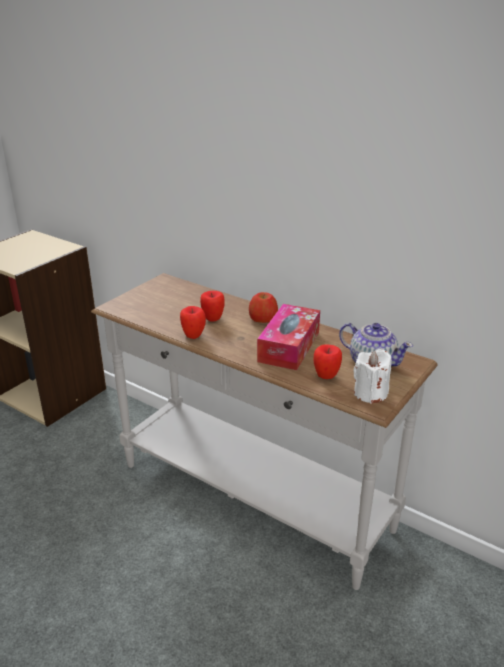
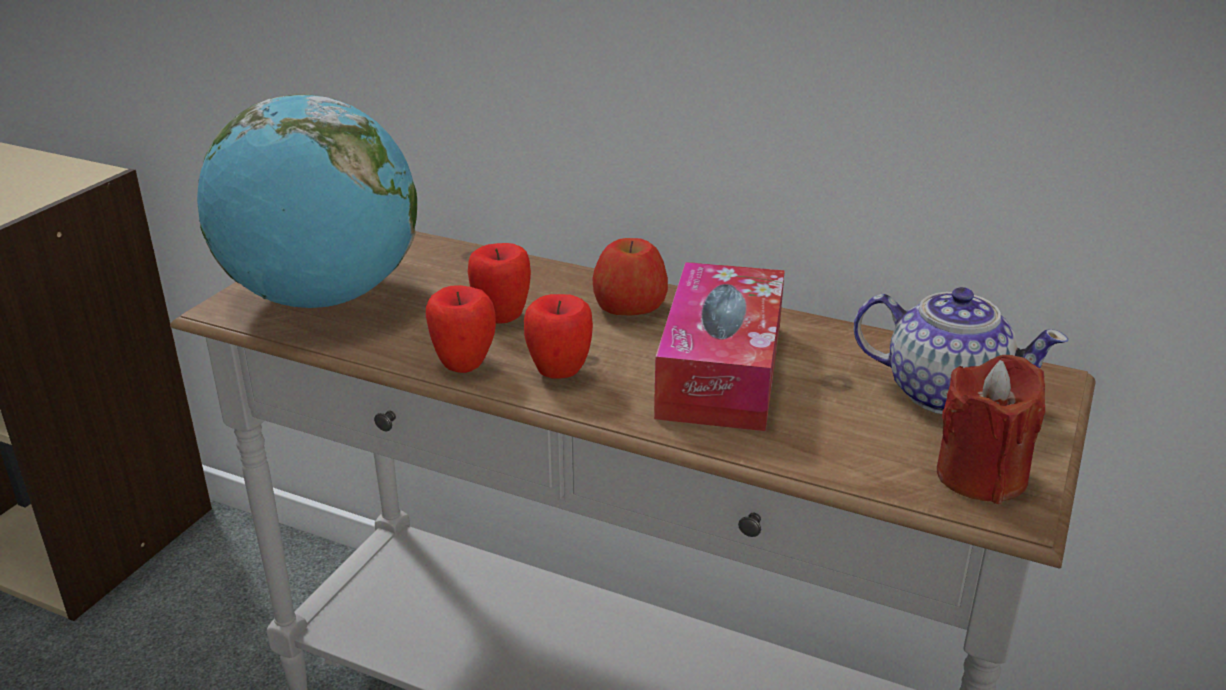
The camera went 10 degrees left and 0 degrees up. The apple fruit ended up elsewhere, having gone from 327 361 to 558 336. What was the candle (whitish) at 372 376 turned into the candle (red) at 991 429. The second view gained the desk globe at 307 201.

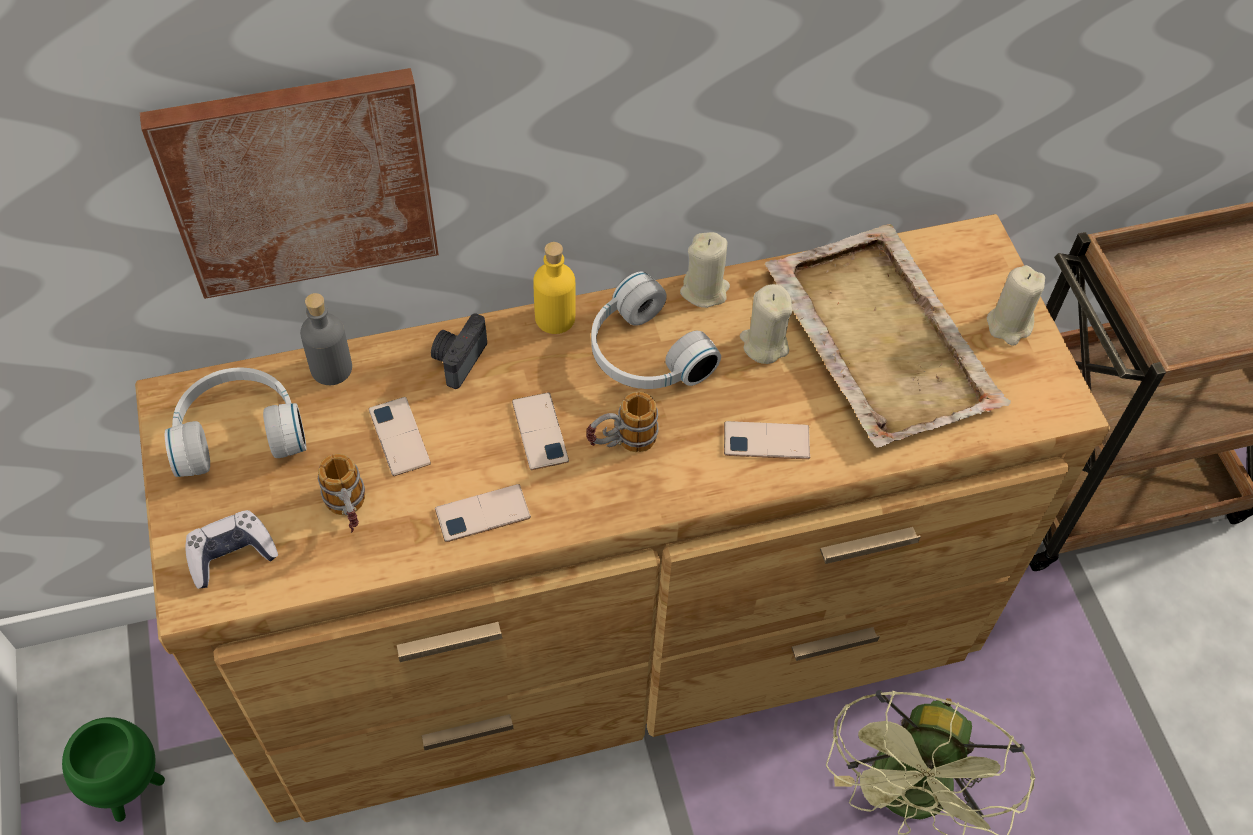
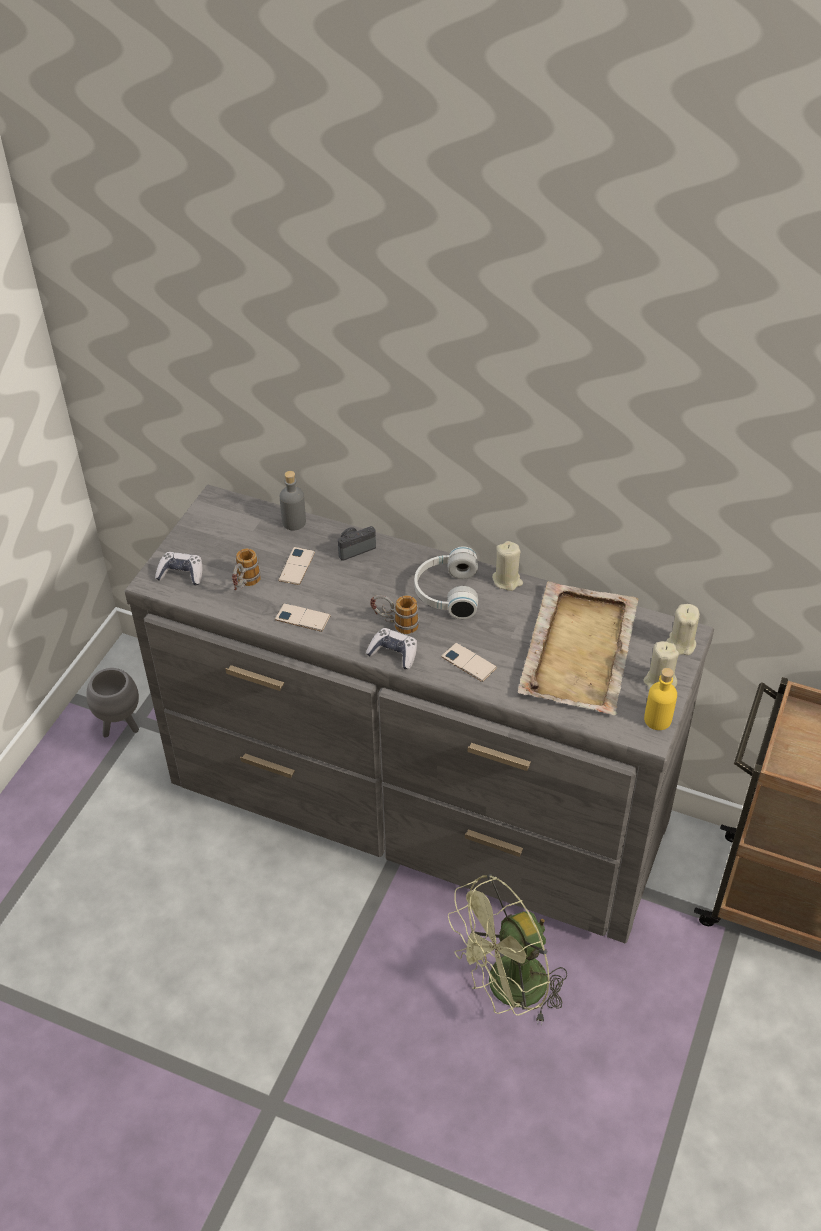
The camera went 40 degrees right and 10 degrees down. What was the plant pot (green) at 113 769 turned into the plant pot (gray) at 112 702. What was the drawer chest (brown-coloured) at 622 518 turned into the drawer chest (gray) at 419 714. The second view lost the wall art at 289 183. The second view lost the headset (whitish) at 236 422. The second view lost the handset at 540 431. The bottle (yellow) ended up elsewhere, having gone from 554 288 to 660 699. The candle (beige) ended up elsewhere, having gone from 766 324 to 683 629. The second view gained the joypad at 391 648.

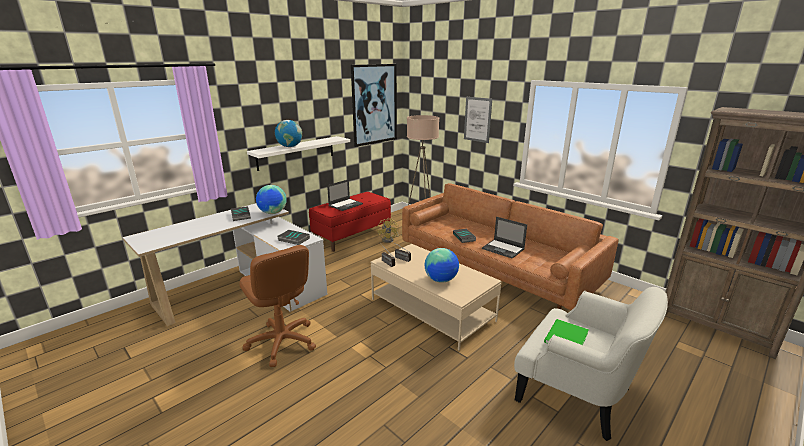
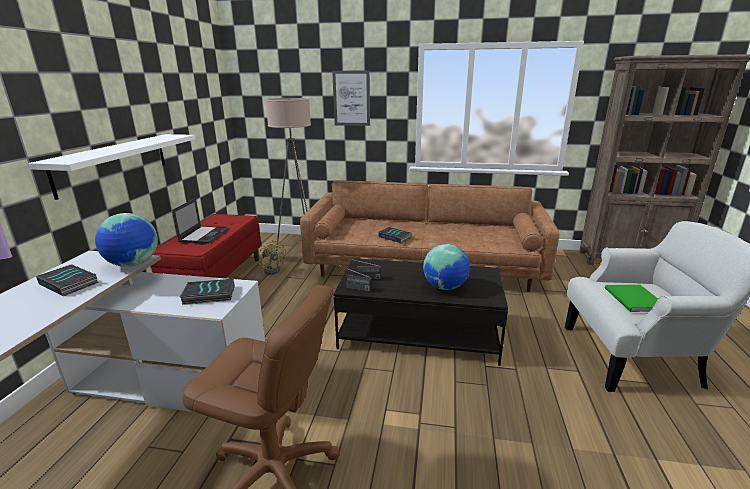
The camera went 35 degrees left and 0 degrees up. The second view lost the desk globe at 288 133. The second view lost the wall art at 374 105. What was the coffee table (beige) at 436 297 turned into the coffee table (black) at 421 312. The second view lost the laptop at 504 238.

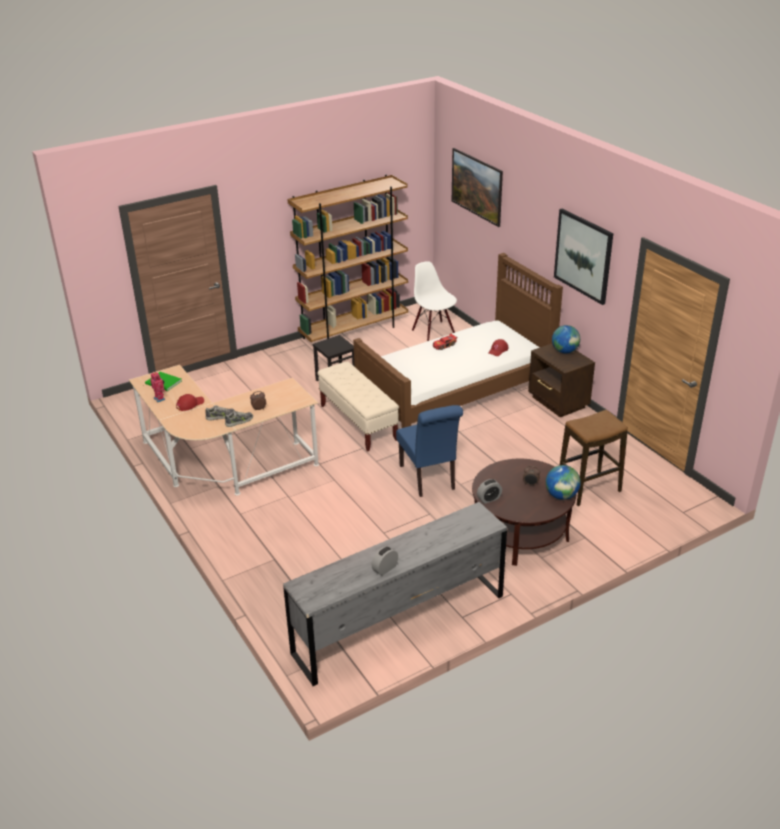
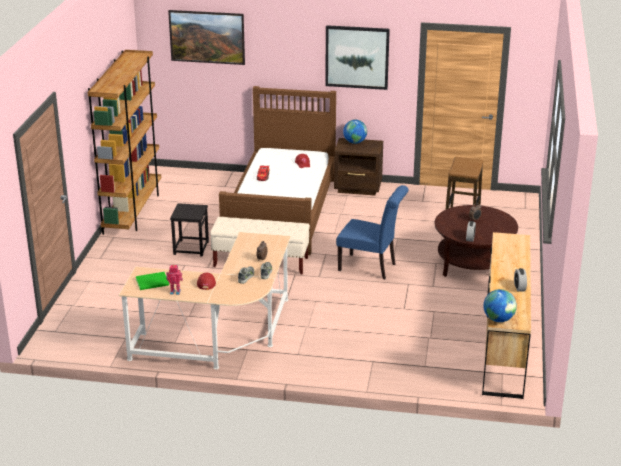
The camera went 50 degrees left and 5 degrees down. What was the drawer chest (gray) at 395 594 turned into the drawer chest (brown-coloured) at 506 315. The second view lost the chair (whitish) at 434 301. The desk globe ended up elsewhere, having gone from 563 482 to 500 305.

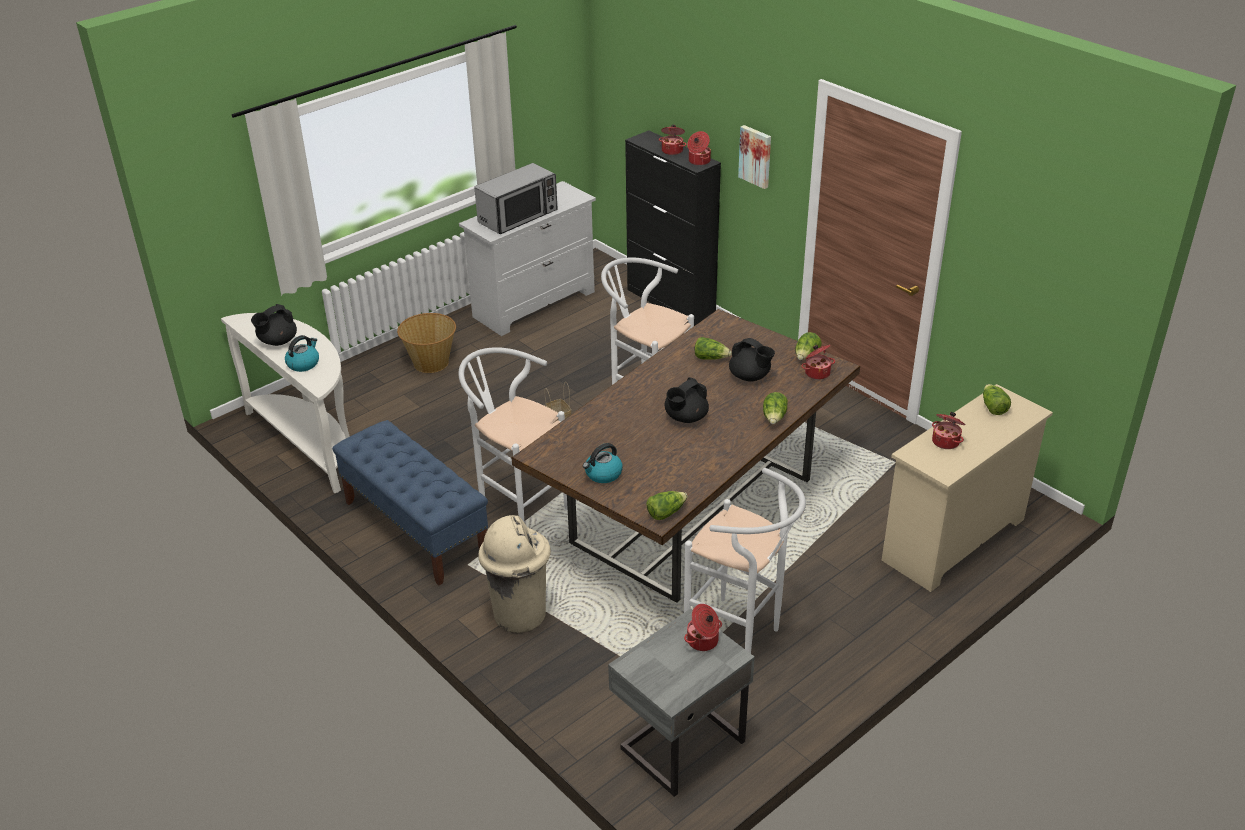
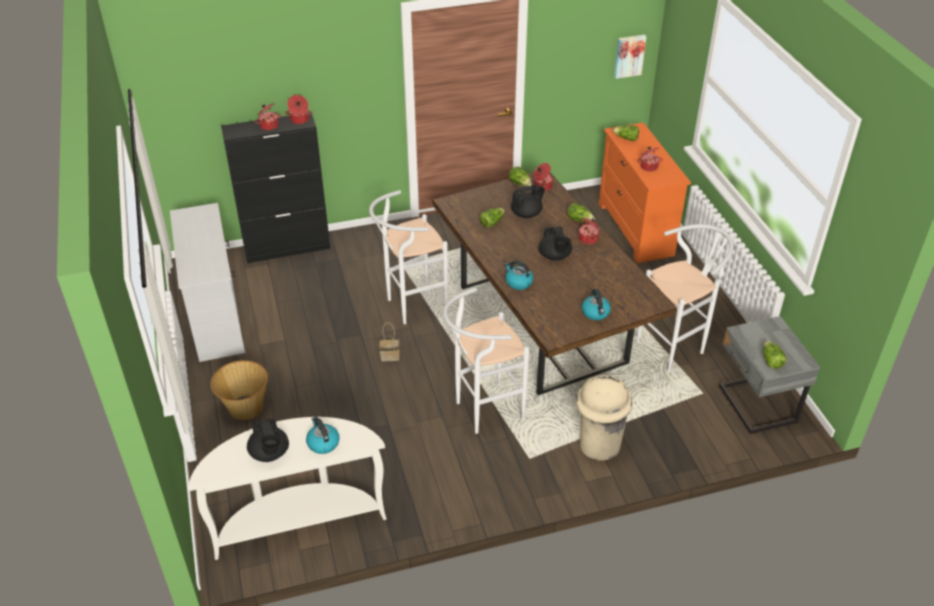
The camera went 65 degrees left and 5 degrees up. The second view lost the long seat (bluish) at 410 502. The second view lost the kitchen microwave at 516 198. The lettuce head ended up elsewhere, having gone from 667 505 to 774 355. The cooking pot ended up elsewhere, having gone from 703 627 to 589 230. The wall art ended up elsewhere, having gone from 754 157 to 630 57. What was the drawer chest (beige) at 967 488 turned into the drawer chest (orange) at 645 193. The second view gained the tea kettle at 518 275.

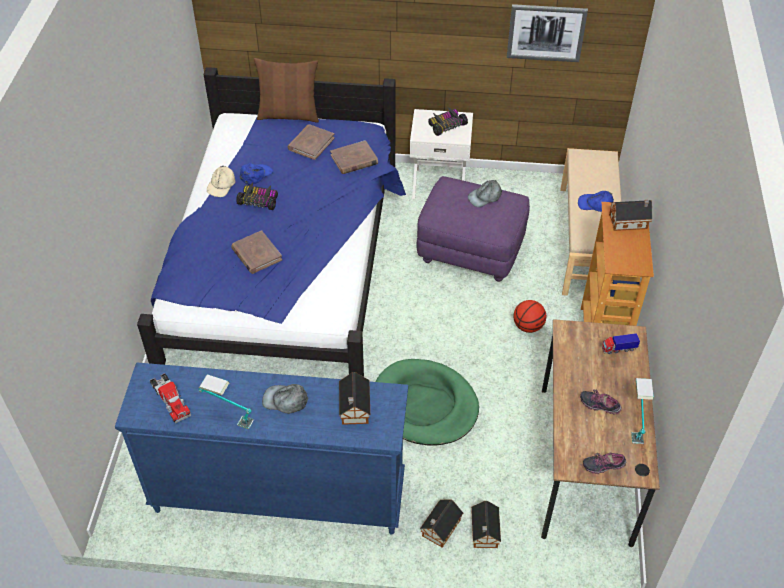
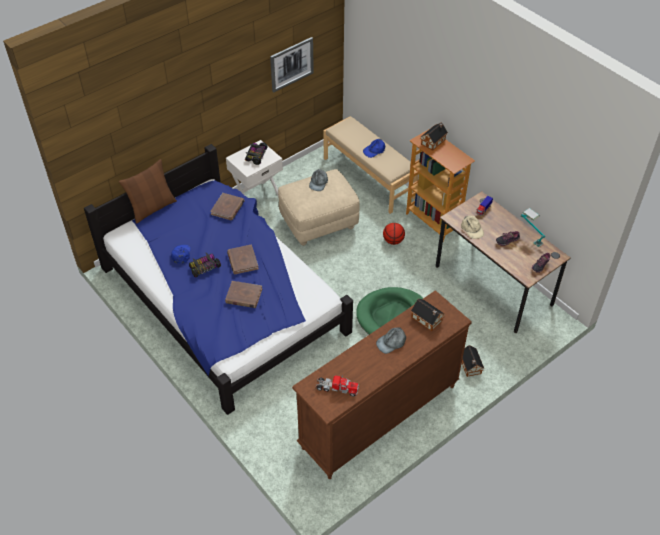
The camera went 45 degrees left and 0 degrees up. What was the drawer chest (bluish) at 261 448 turned into the drawer chest (brown-coloured) at 382 384. The second view lost the table lamp at 226 401. The peaked cap (beige) ended up elsewhere, having gone from 221 181 to 472 227. The bound book (brown-coloured) ended up elsewhere, having gone from 311 142 to 243 259. What was the footrest (purplish) at 473 229 turned into the footrest (beige) at 319 207. The second view lost the model house at 486 524.

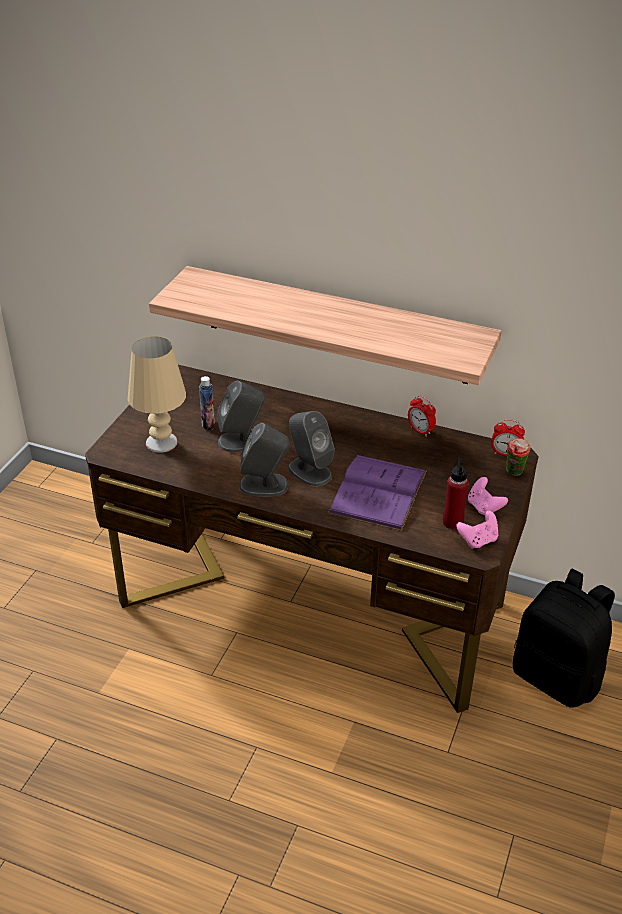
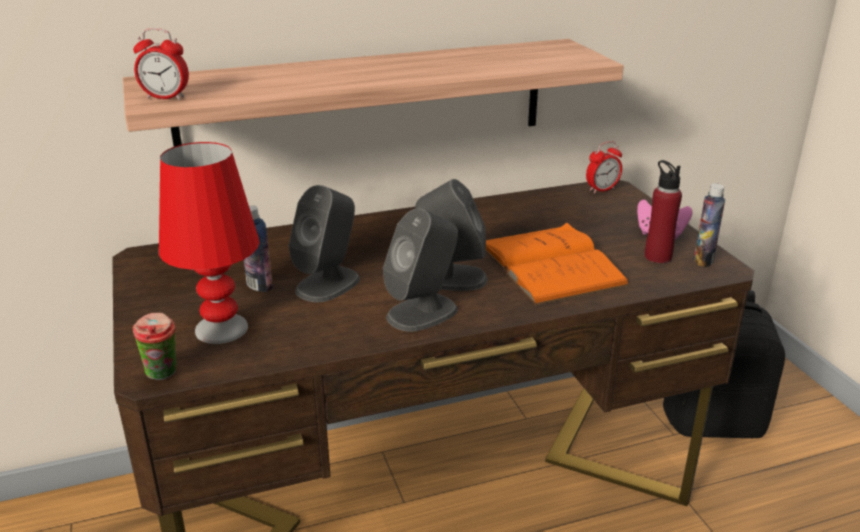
The camera went 40 degrees left and 10 degrees down. What was the table lamp (beige) at 157 394 turned into the table lamp (red) at 209 243. What was the bound book (purplish) at 377 493 turned into the bound book (orange) at 558 264. The alarm clock ended up elsewhere, having gone from 422 415 to 161 64. Where the joypad (pinkish) stood at 477 530, the bottle came to stand at 709 225. The cup ended up elsewhere, having gone from 518 457 to 155 346.

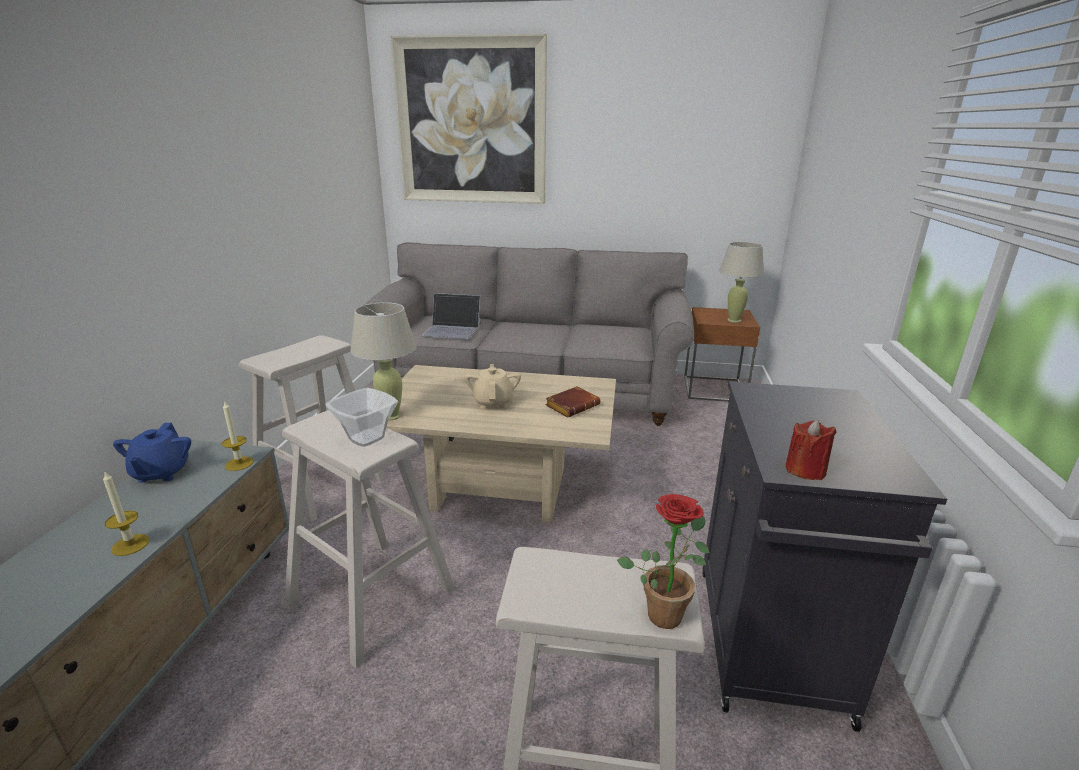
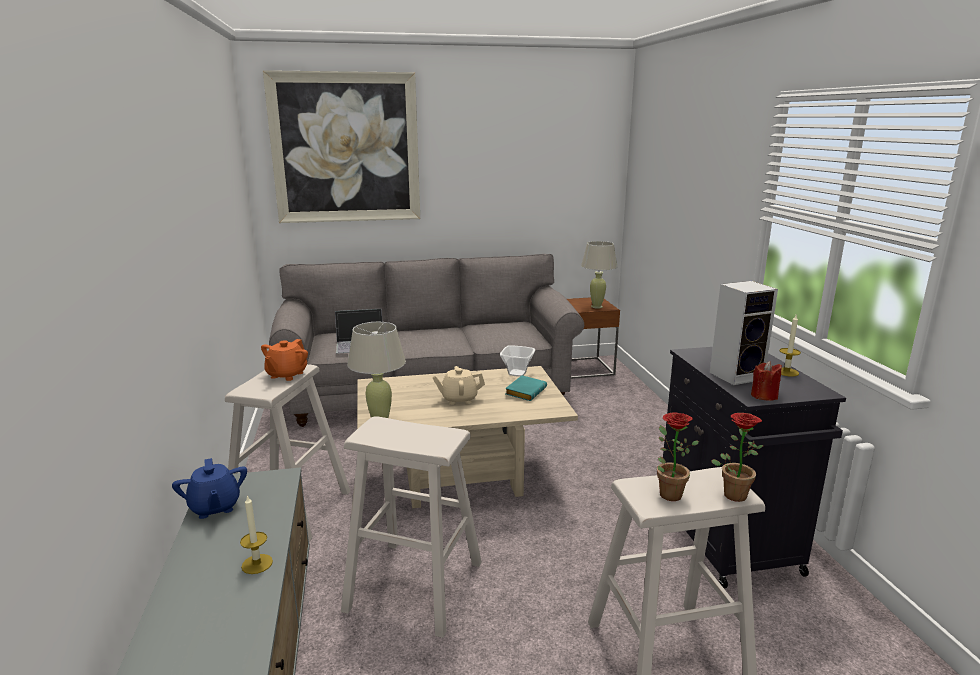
The camera went 20 degrees left and 5 degrees down. The candle ended up elsewhere, having gone from 238 435 to 790 346. The serving bowl ended up elsewhere, having gone from 361 417 to 517 361. The tea pot (beige) at 492 386 ended up facing another way, 75 degrees counterclockwise from before. What was the bound book (brown-coloured) at 572 402 turned into the bound book (blue-green) at 526 388. The second view gained the tea pot (orange) at 284 360. The second view gained the potted plant at 678 456. The second view gained the loudspeaker at 744 333.

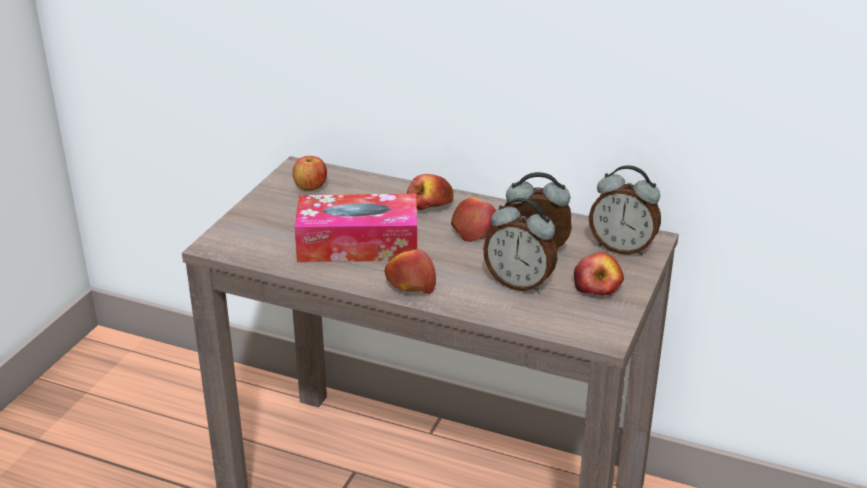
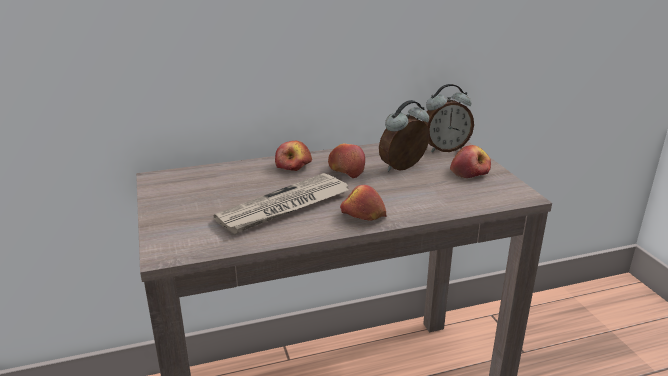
The camera went 40 degrees left and 5 degrees down. The second view lost the apple fruit at 310 173. Where the tissue box stood at 355 228, the newspaper came to stand at 281 203. The second view lost the alarm clock at 520 245.

